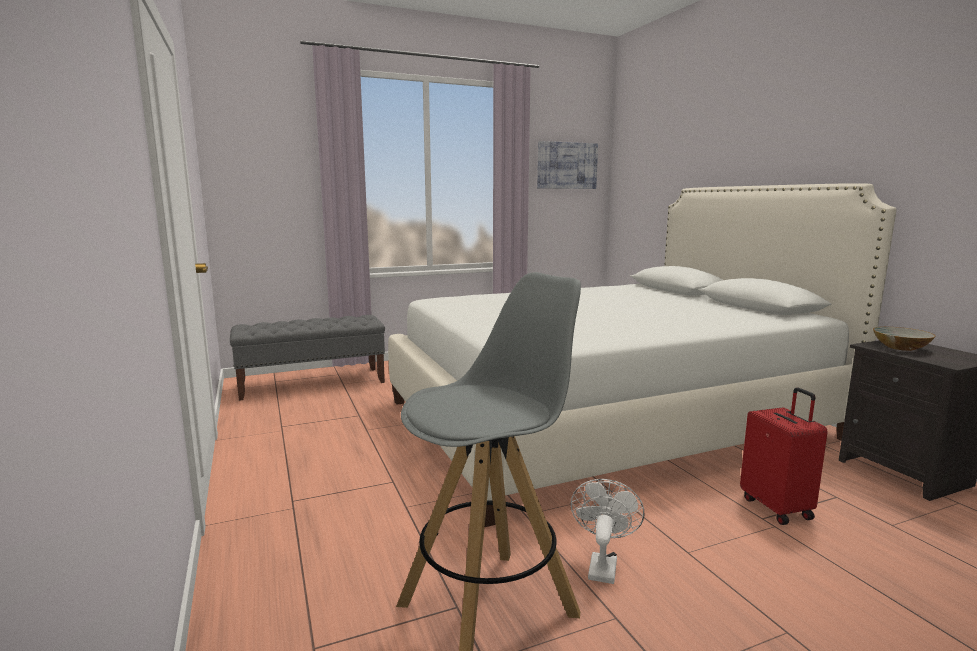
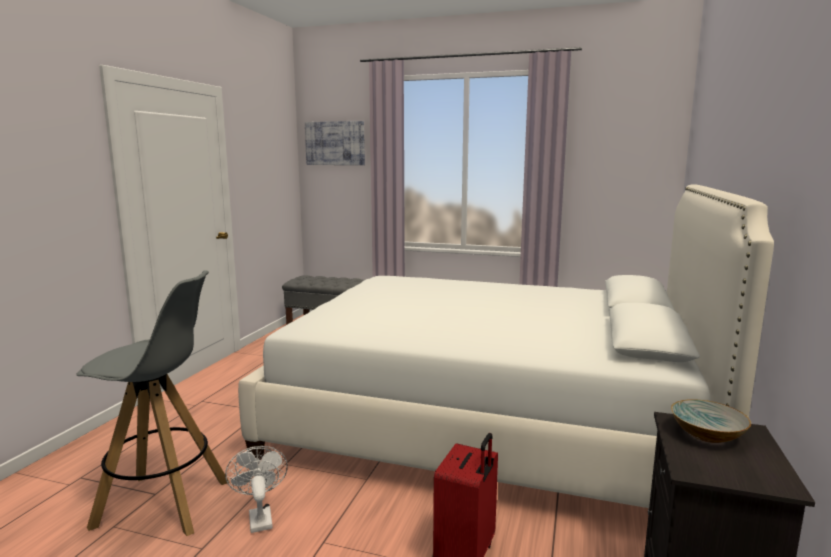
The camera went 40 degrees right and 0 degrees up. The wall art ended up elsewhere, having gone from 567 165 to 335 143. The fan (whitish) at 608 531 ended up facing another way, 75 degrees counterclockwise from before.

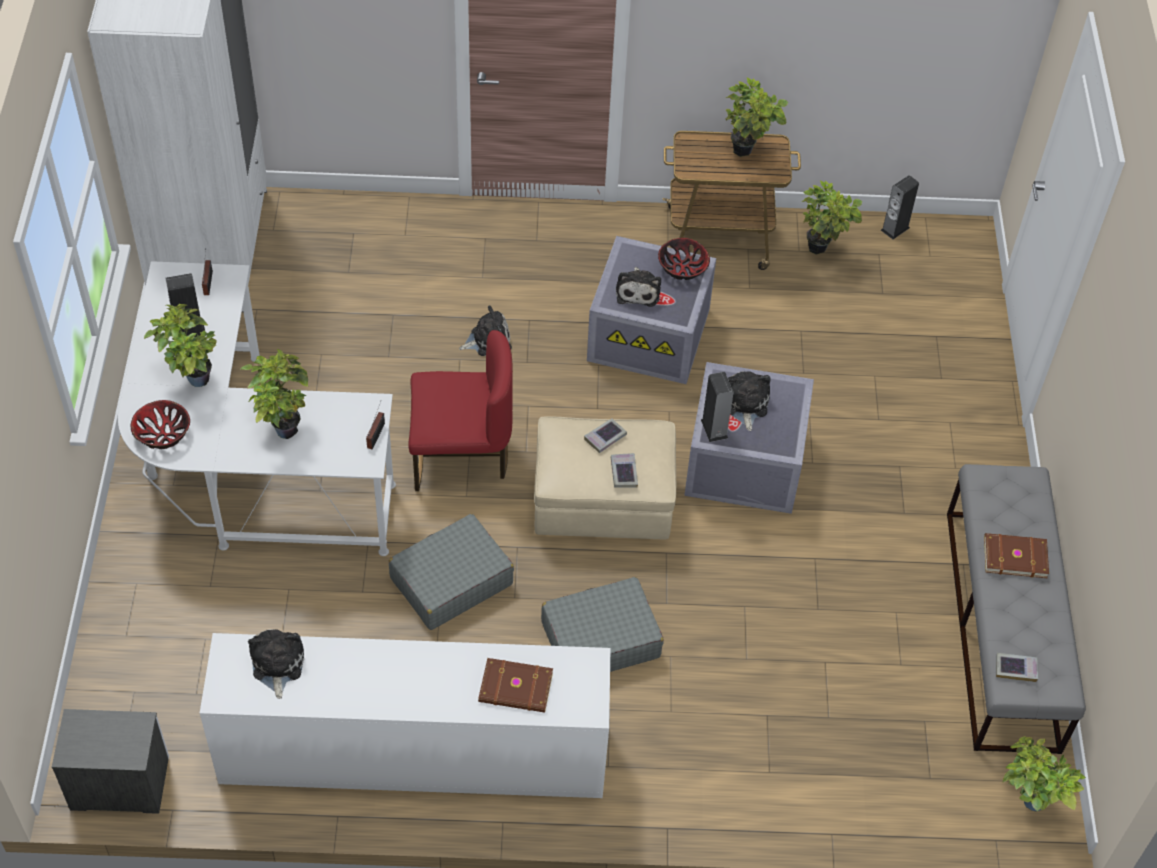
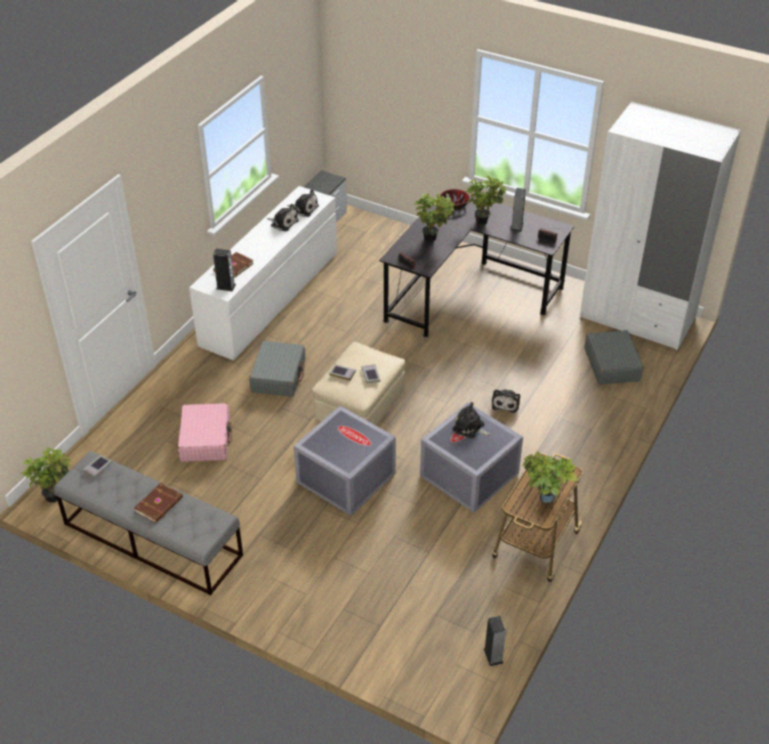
The camera went 120 degrees right and 10 degrees down. What was the desk (whitish) at 257 408 turned into the desk (black) at 477 265. The travel case (gray) ended up elsewhere, having gone from 451 572 to 614 357. The second view lost the chair (red) at 460 410. The second view lost the serving bowl at 684 259. The loudspeaker ended up elsewhere, having gone from 717 407 to 224 270. The plush toy ended up elsewhere, having gone from 749 401 to 283 217. The second view lost the potted plant at 832 218. The second view gained the travel case (pinkish) at 205 432.

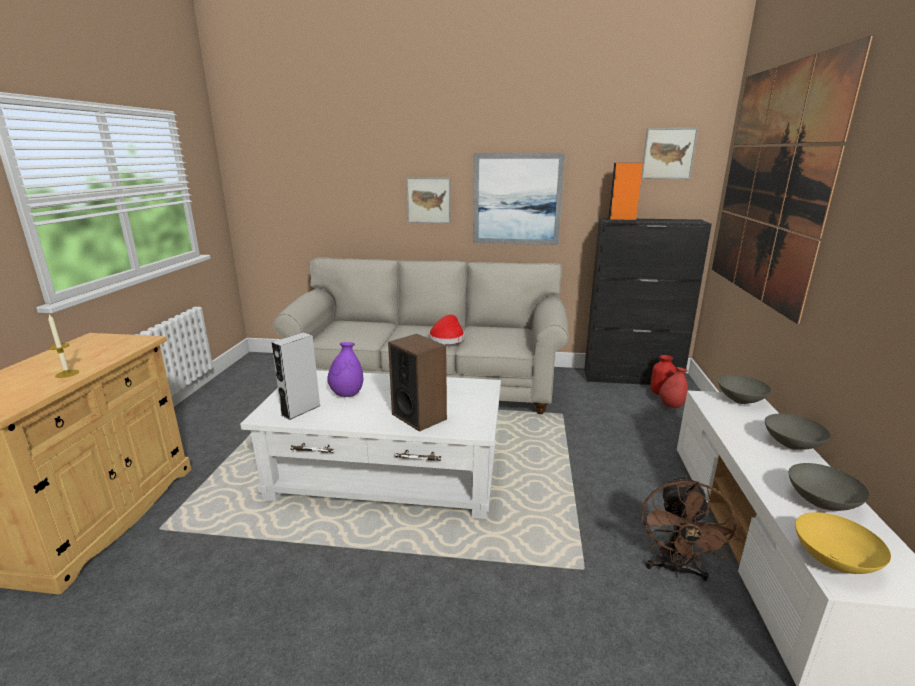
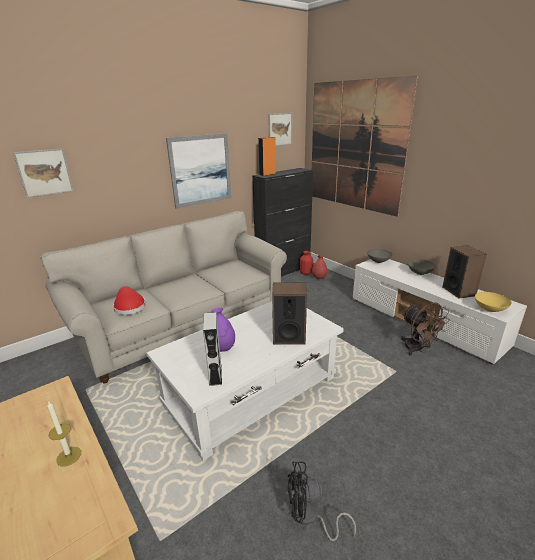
The camera went 45 degrees left and 5 degrees up. The wall art ended up elsewhere, having gone from 428 200 to 43 173. The hat (red) ended up elsewhere, having gone from 446 329 to 129 300. Where the serving bowl (gray) stood at 829 487, the loudspeaker came to stand at 464 271. The second view gained the fan (black) at 322 501.

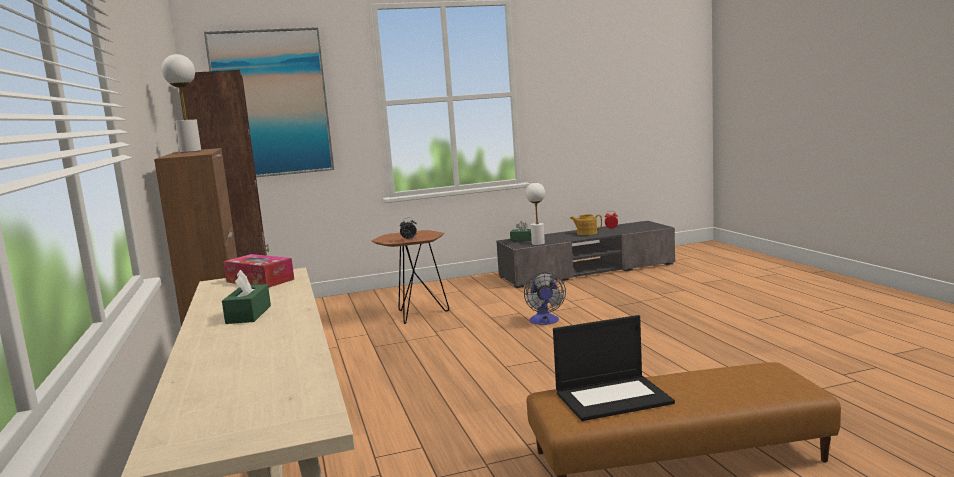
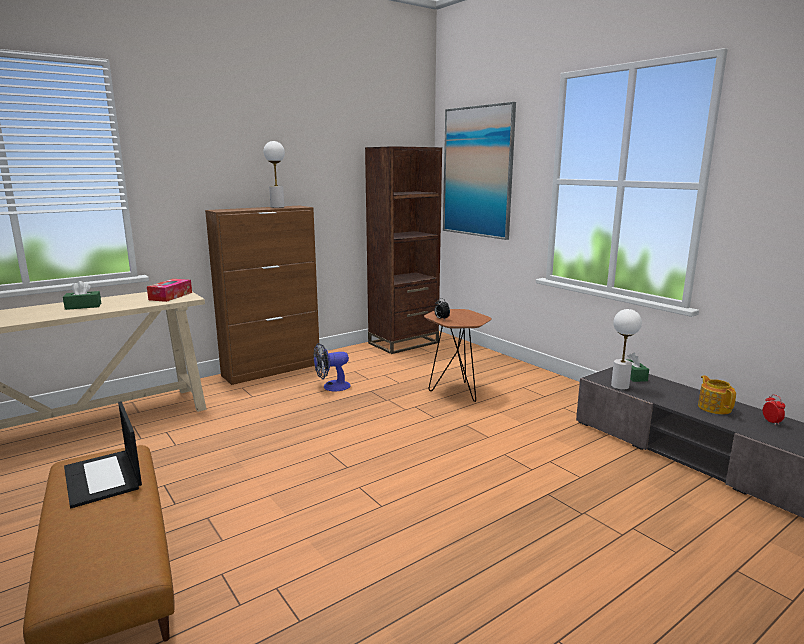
The camera went 70 degrees right and 5 degrees up. The fan ended up elsewhere, having gone from 545 298 to 332 367.

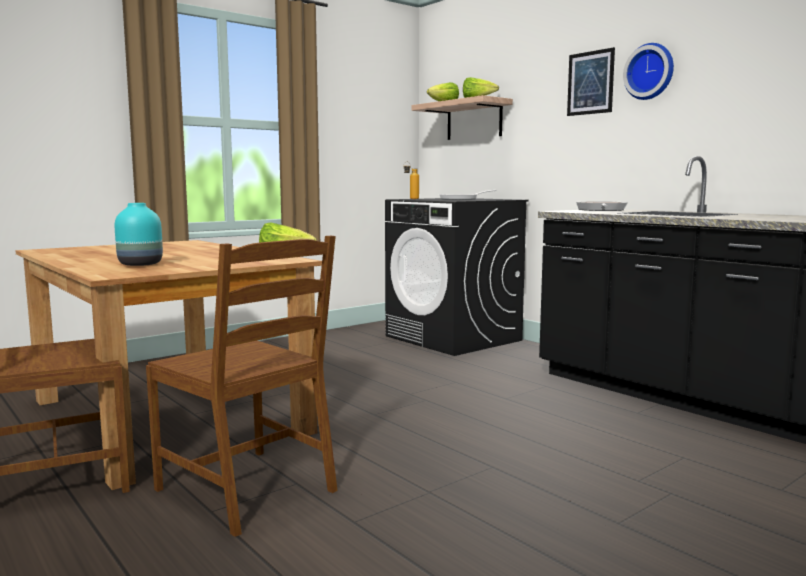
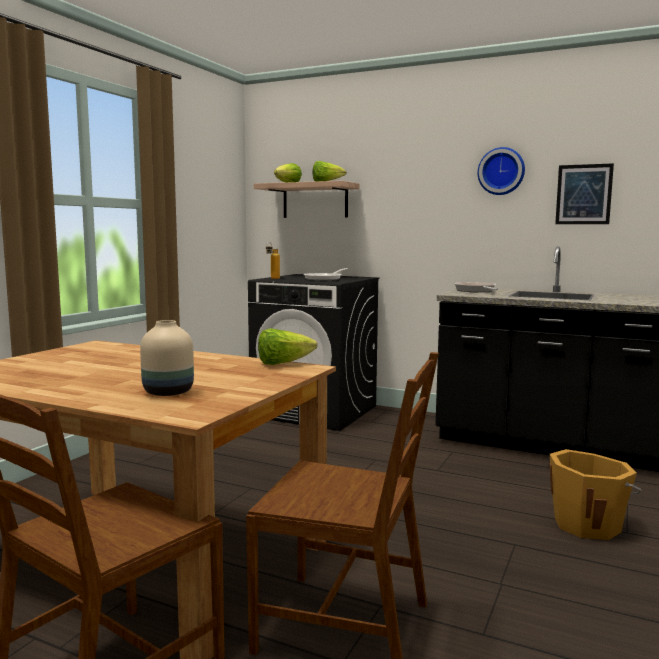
The camera went 25 degrees left and 0 degrees up. What was the decorative vase (blue-green) at 139 234 turned into the decorative vase (beige) at 167 358. The wall art ended up elsewhere, having gone from 591 81 to 584 193. The second view gained the water bucket (orange) at 595 494.

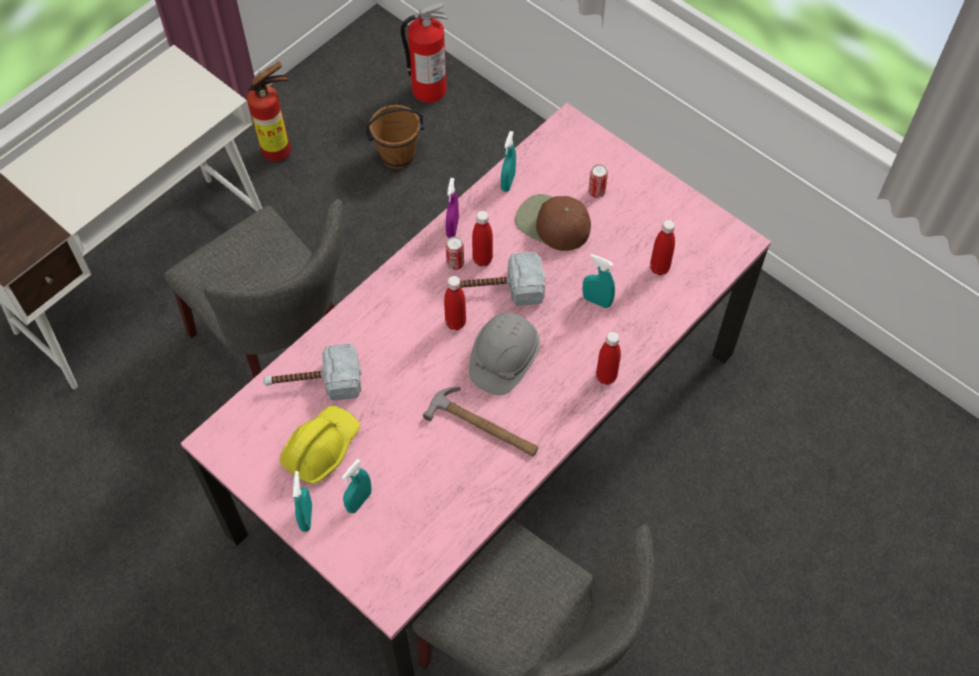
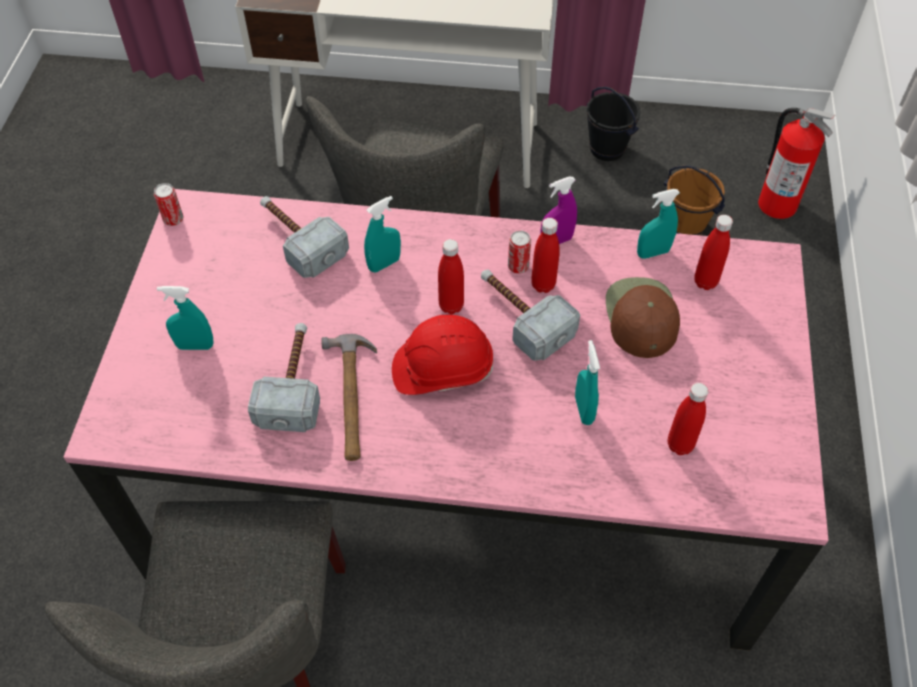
The camera went 55 degrees right and 5 degrees down. Where the extinguisher stood at 269 111, the water bucket (black) came to stand at 613 124. The second view lost the hard hat (yellow) at 319 444. The hand sprayer (blue-green) ended up elsewhere, having gone from 302 501 to 382 234. What was the hard hat (gray) at 504 354 turned into the hard hat (red) at 442 355. The can ended up elsewhere, having gone from 598 181 to 168 204. The bottle (red) ended up elsewhere, having gone from 608 358 to 713 252. The second view gained the hand hammer at 284 377.

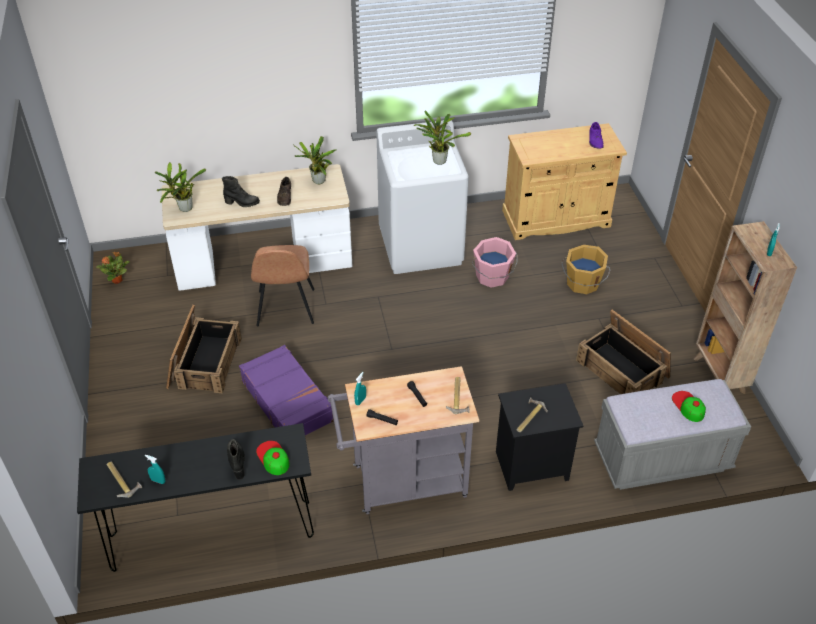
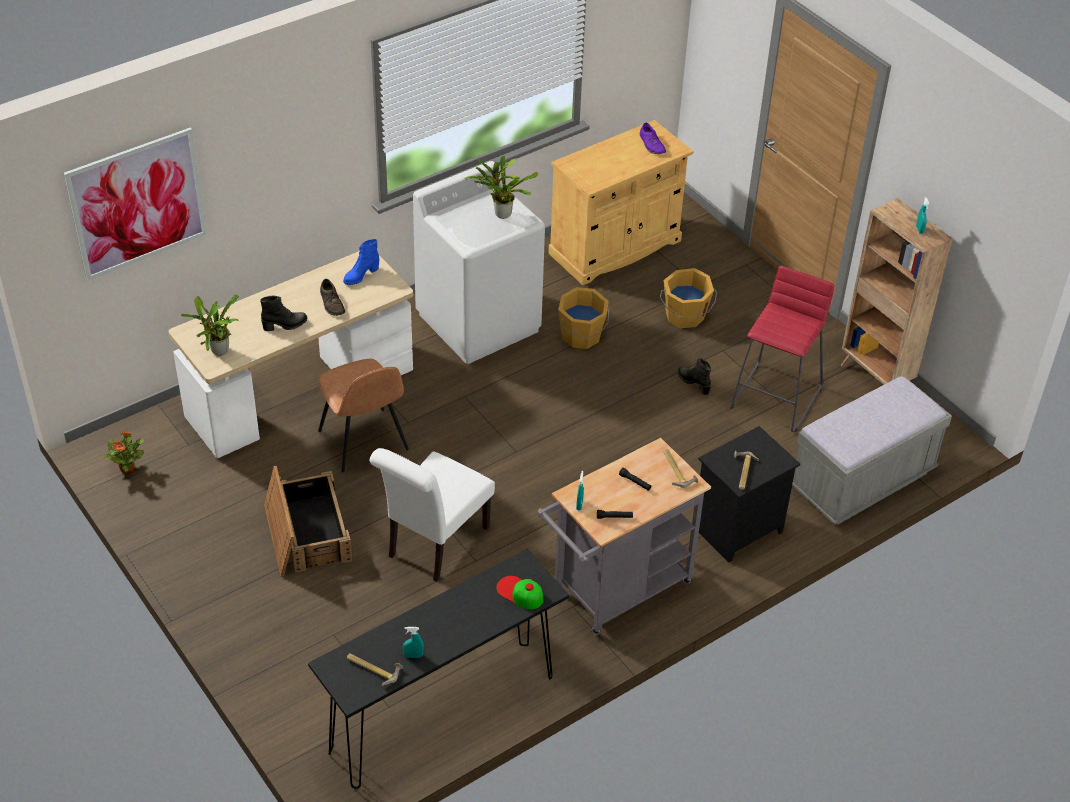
The camera went 25 degrees left and 0 degrees up. The boot (black) ended up elsewhere, having gone from 236 459 to 694 376. Where the travel case (purplish) stood at 286 390, the chair (whitish) came to stand at 432 515. Where the potted plant stood at 315 160, the boot (bluish) came to stand at 361 262. What was the water bucket (pinkish) at 495 262 turned into the water bucket (orange) at 583 318. Where the crate stood at 623 351, the stool seat (red) came to stand at 782 348. The second view lost the peaked cap at 689 406. The second view gained the wall art at 135 204.

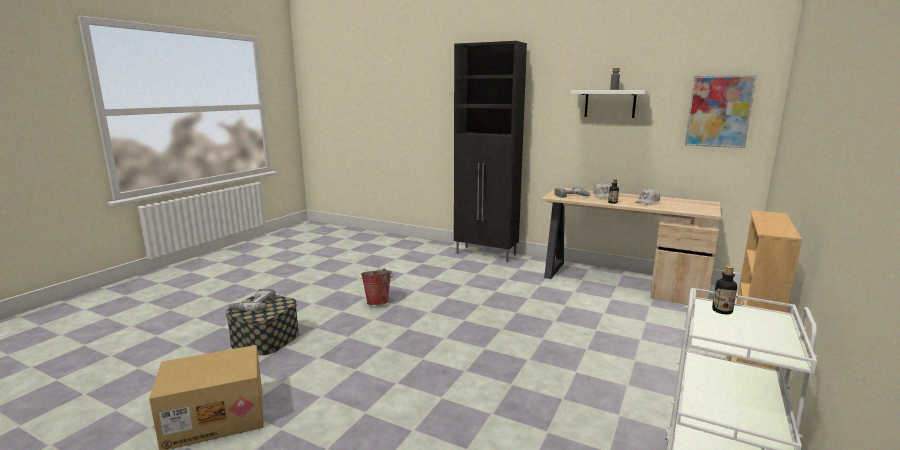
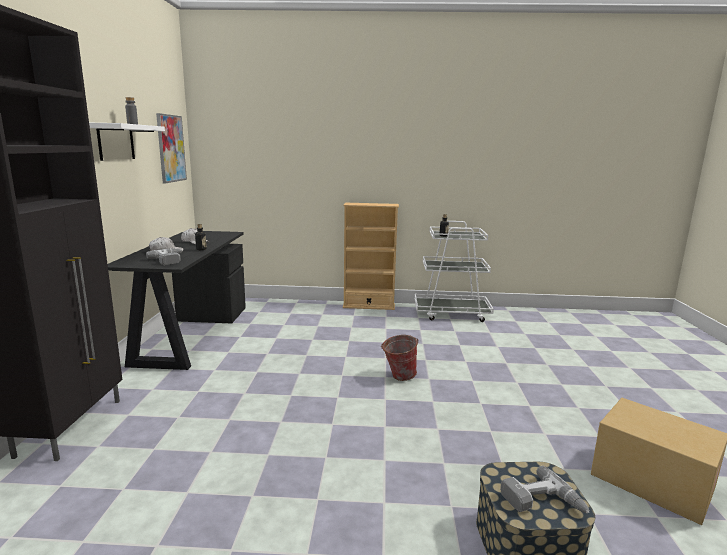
The camera went 115 degrees left and 0 degrees up. The water bucket ended up elsewhere, having gone from 377 286 to 400 358. What was the desk (beige) at 631 246 turned into the desk (black) at 177 300.

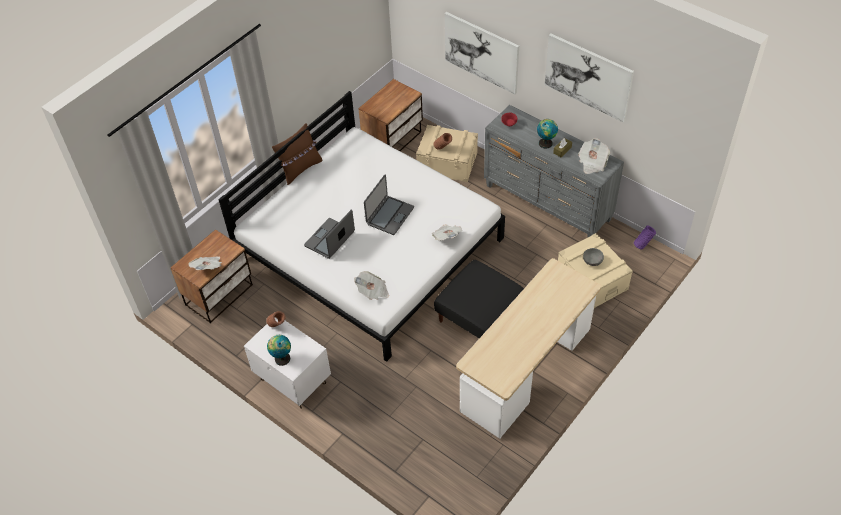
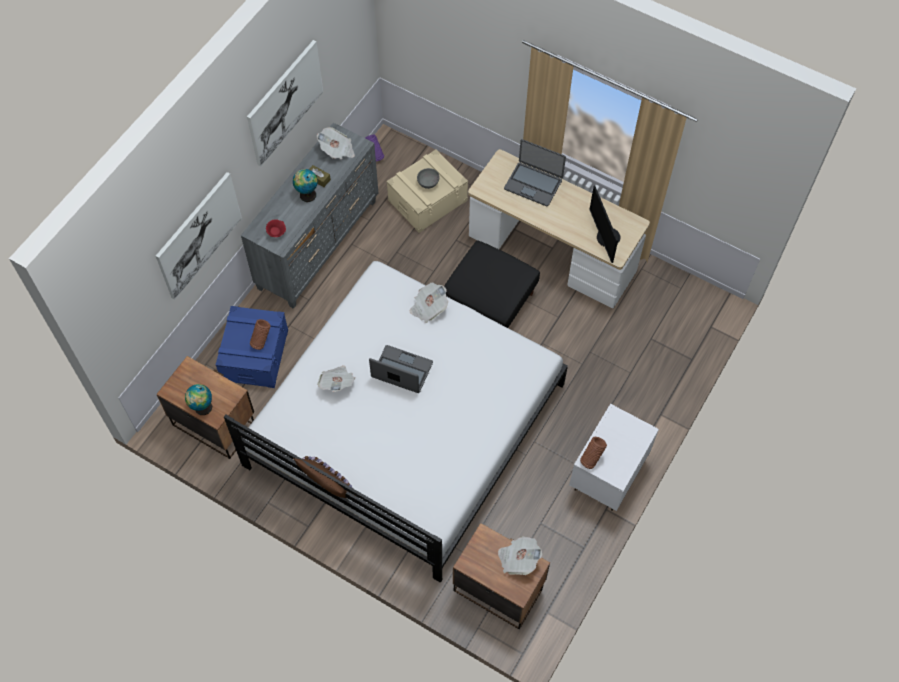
The camera went 100 degrees left and 10 degrees up. The desk globe ended up elsewhere, having gone from 279 350 to 198 399. The laptop ended up elsewhere, having gone from 329 234 to 535 172. The newspaper ended up elsewhere, having gone from 371 285 to 336 378. What was the storage bin (beige) at 447 153 turned into the storage bin (bluish) at 252 347. The second view gained the computer display at 604 224.

